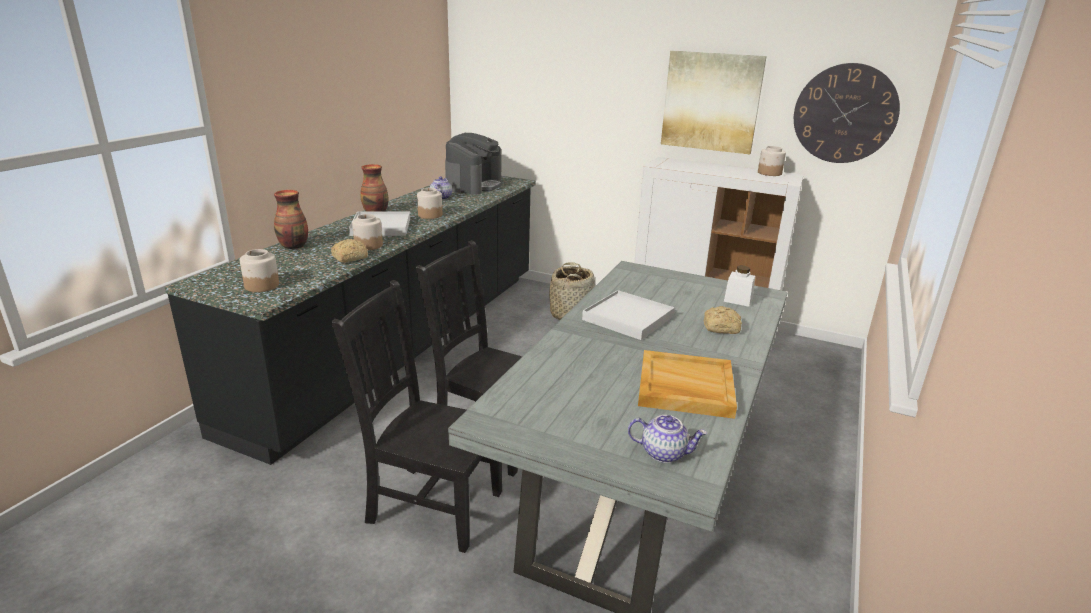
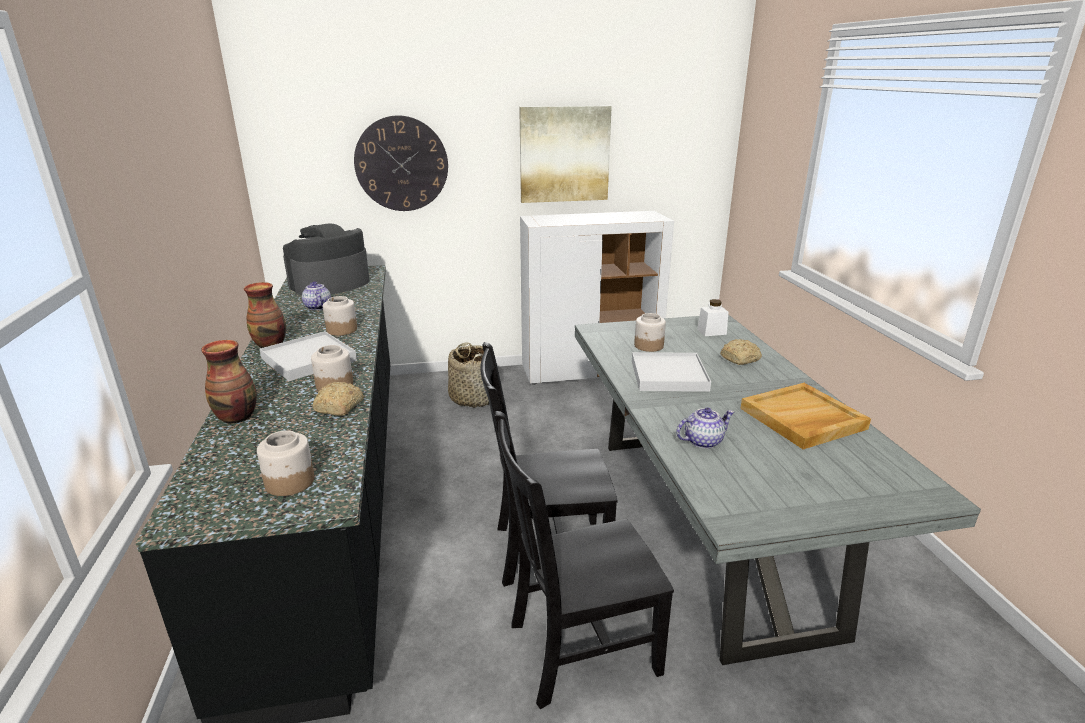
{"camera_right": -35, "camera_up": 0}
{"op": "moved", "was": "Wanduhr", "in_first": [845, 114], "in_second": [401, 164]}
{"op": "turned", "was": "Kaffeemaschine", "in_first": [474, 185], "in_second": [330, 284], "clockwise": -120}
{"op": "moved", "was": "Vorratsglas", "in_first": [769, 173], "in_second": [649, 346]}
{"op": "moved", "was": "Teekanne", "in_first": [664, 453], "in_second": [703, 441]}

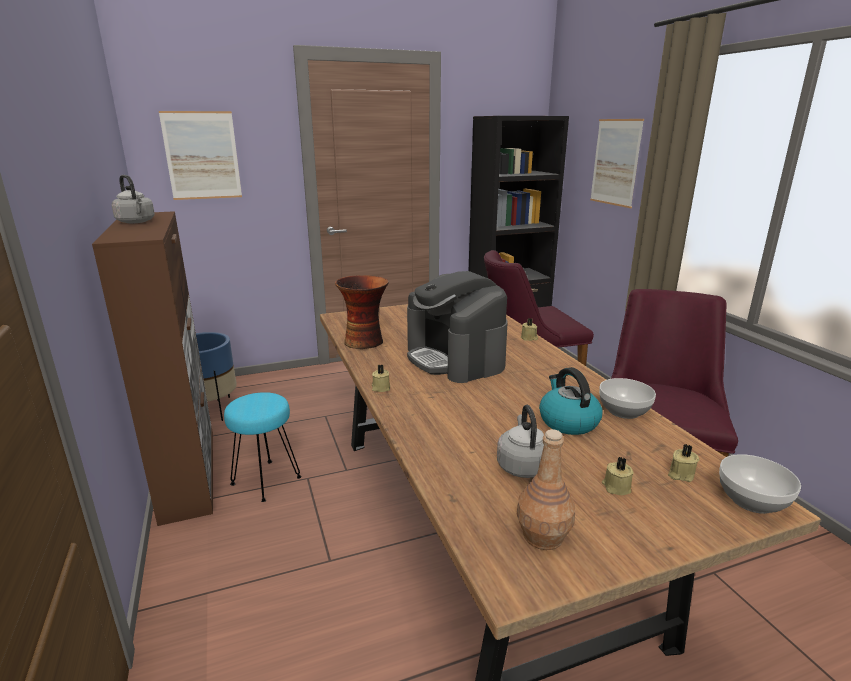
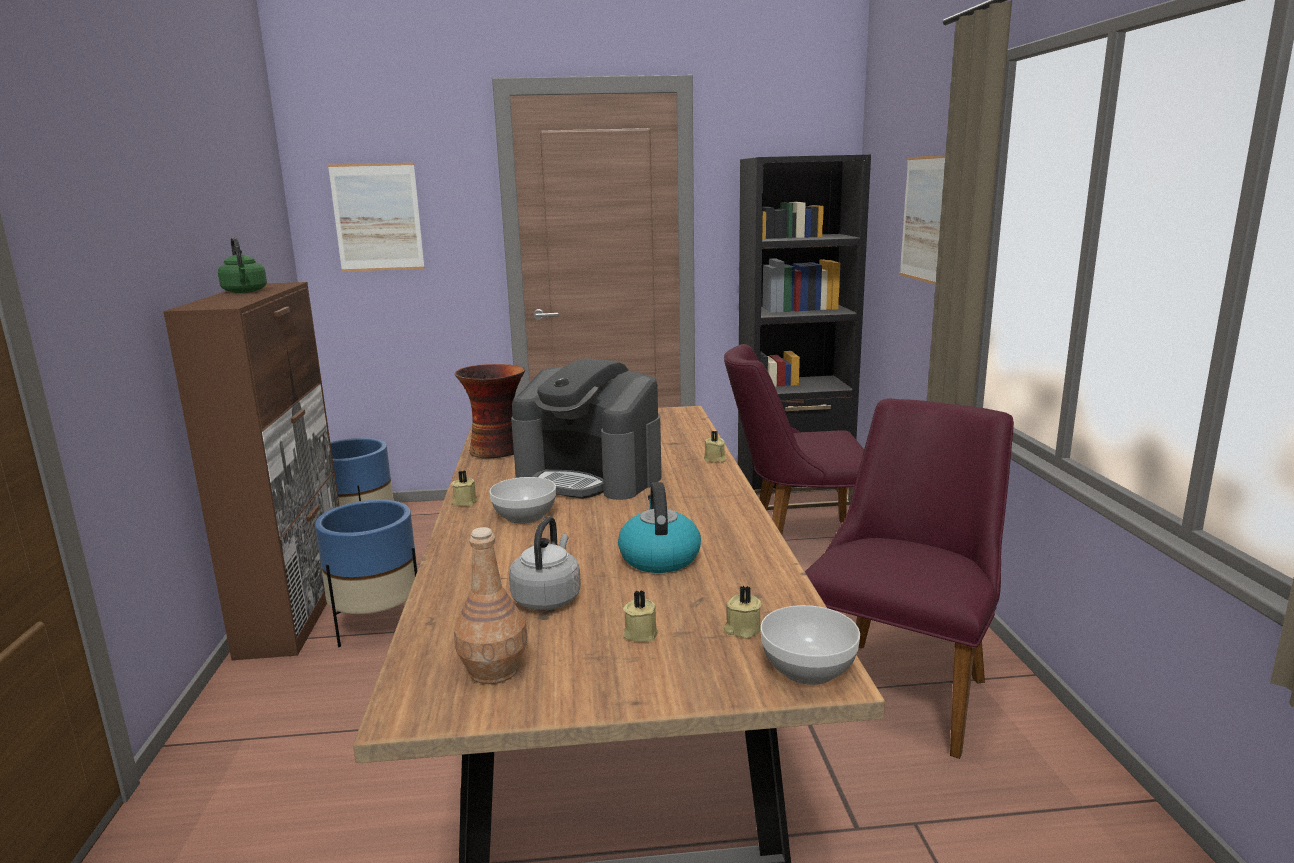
{"camera_right": 15, "camera_up": -5}
{"op": "recoloured", "was": "Wasserkessel [grau]", "now": "Wasserkessel [grün]", "in_first": [136, 222], "in_second": [245, 292]}
{"op": "turned", "was": "Kaffeemaschine", "in_first": [455, 358], "in_second": [590, 476], "clockwise": -45}
{"op": "moved", "was": "Schüssel", "in_first": [624, 411], "in_second": [525, 516]}
{"op": "replaced", "was": "Hocker [türkis]", "now": "Pflanzkübel [blau]", "in_first": [266, 480], "in_second": [378, 626]}

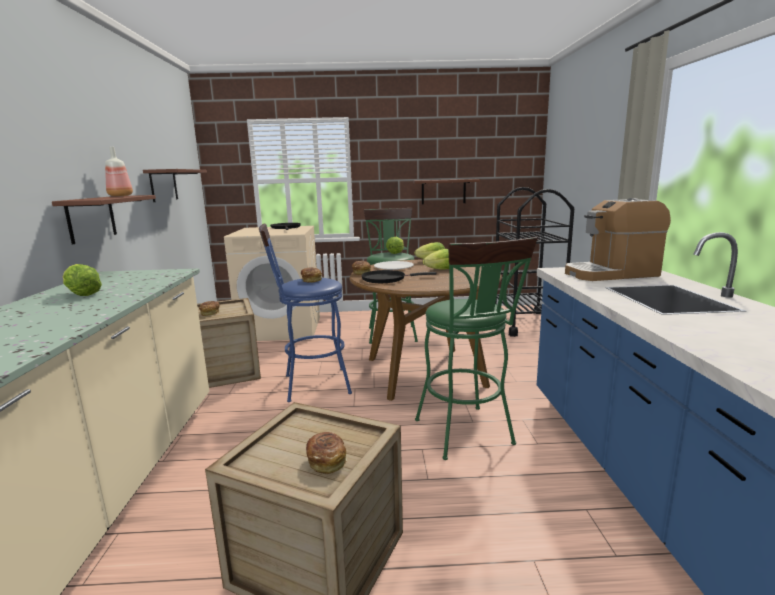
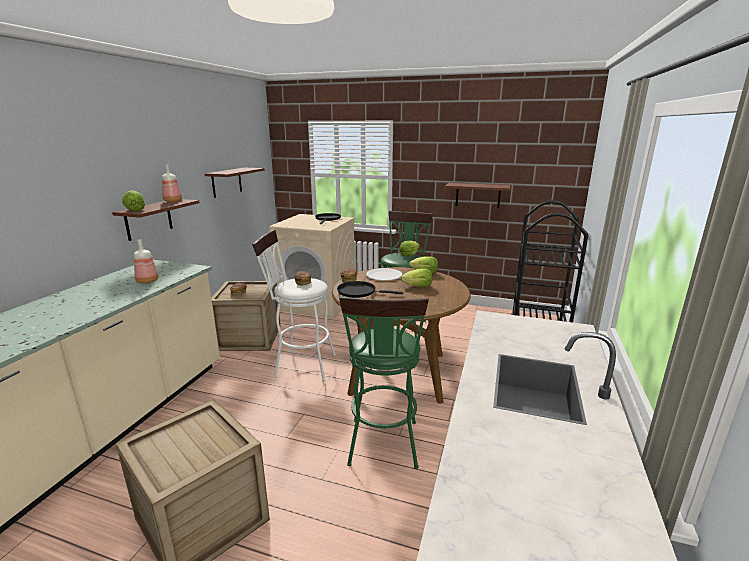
{"camera_right": 20, "camera_up": 5}
{"op": "removed", "was": "Kaffeemaschine", "in_first": [611, 274]}
{"op": "recoloured", "was": "Hocker [blau]", "now": "Hocker [weiß]", "in_first": [310, 385], "in_second": [300, 365]}
{"op": "moved", "was": "Salatkopf", "in_first": [82, 294], "in_second": [135, 210]}
{"op": "removed", "was": "Brot", "in_first": [327, 461]}
{"op": "added", "now": "Flasche", "in_second": [148, 281]}

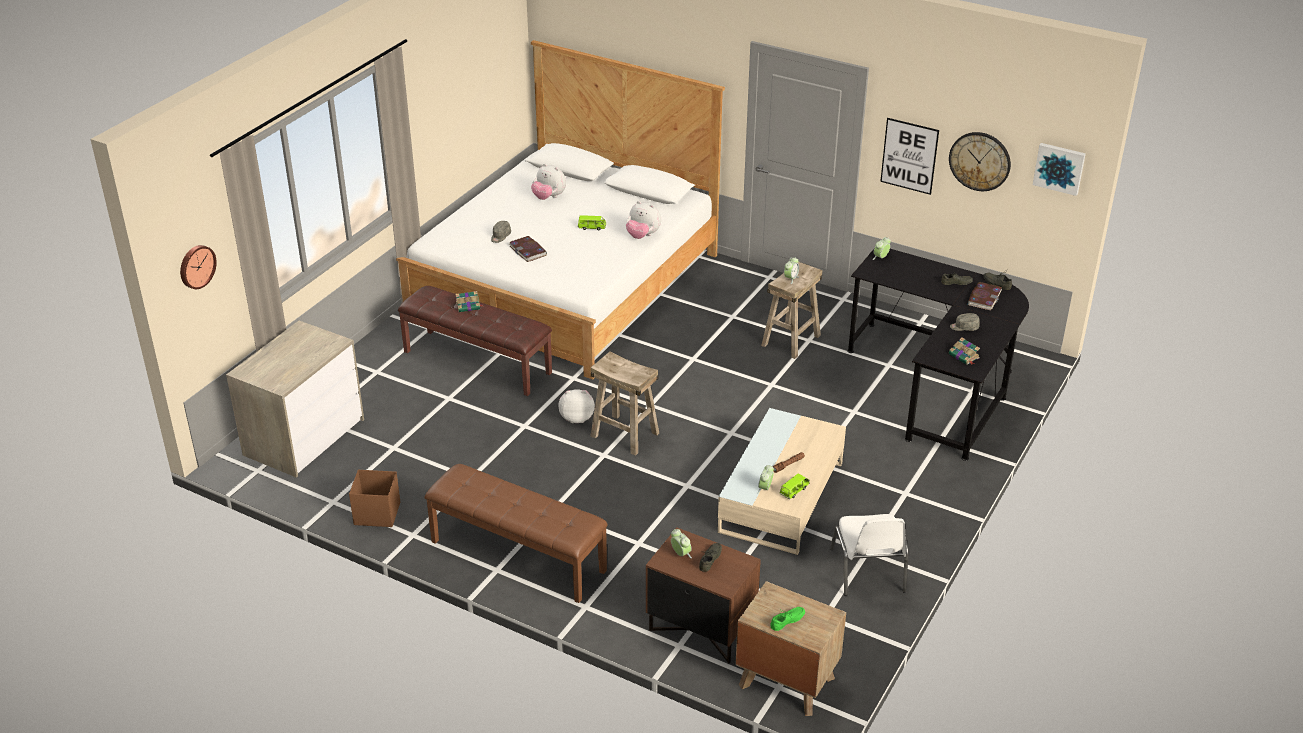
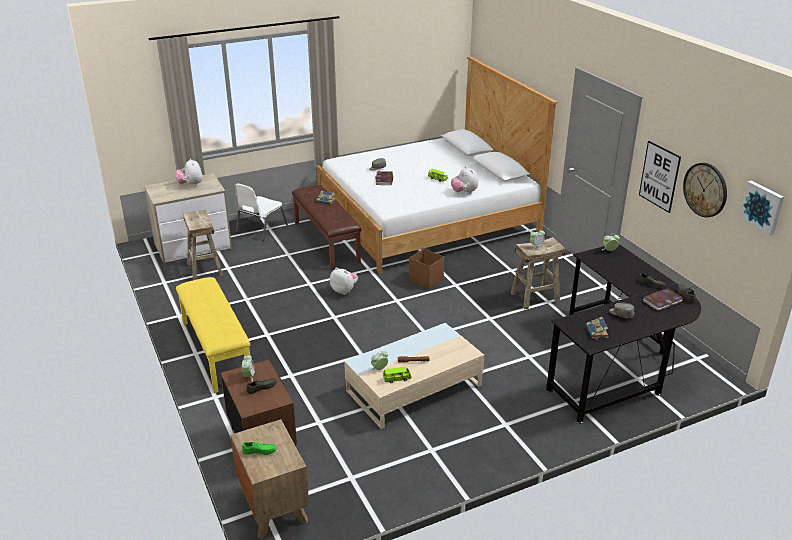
{"camera_right": 35, "camera_up": -5}
{"op": "moved", "was": "Plüschtier", "in_first": [549, 197], "in_second": [191, 185]}
{"op": "removed", "was": "Wanduhr", "in_first": [196, 266]}
{"op": "moved", "was": "Hocker [beige]", "in_first": [624, 434], "in_second": [204, 269]}
{"op": "recoloured", "was": "Bank [braun]", "now": "Bank [gelb]", "in_first": [517, 556], "in_second": [215, 351]}
{"op": "moved", "was": "Aufbewahrungsbox [braun]", "in_first": [376, 513], "in_second": [425, 280]}
{"op": "moved", "was": "Stuhl [weiß]", "in_first": [868, 571], "in_second": [260, 229]}

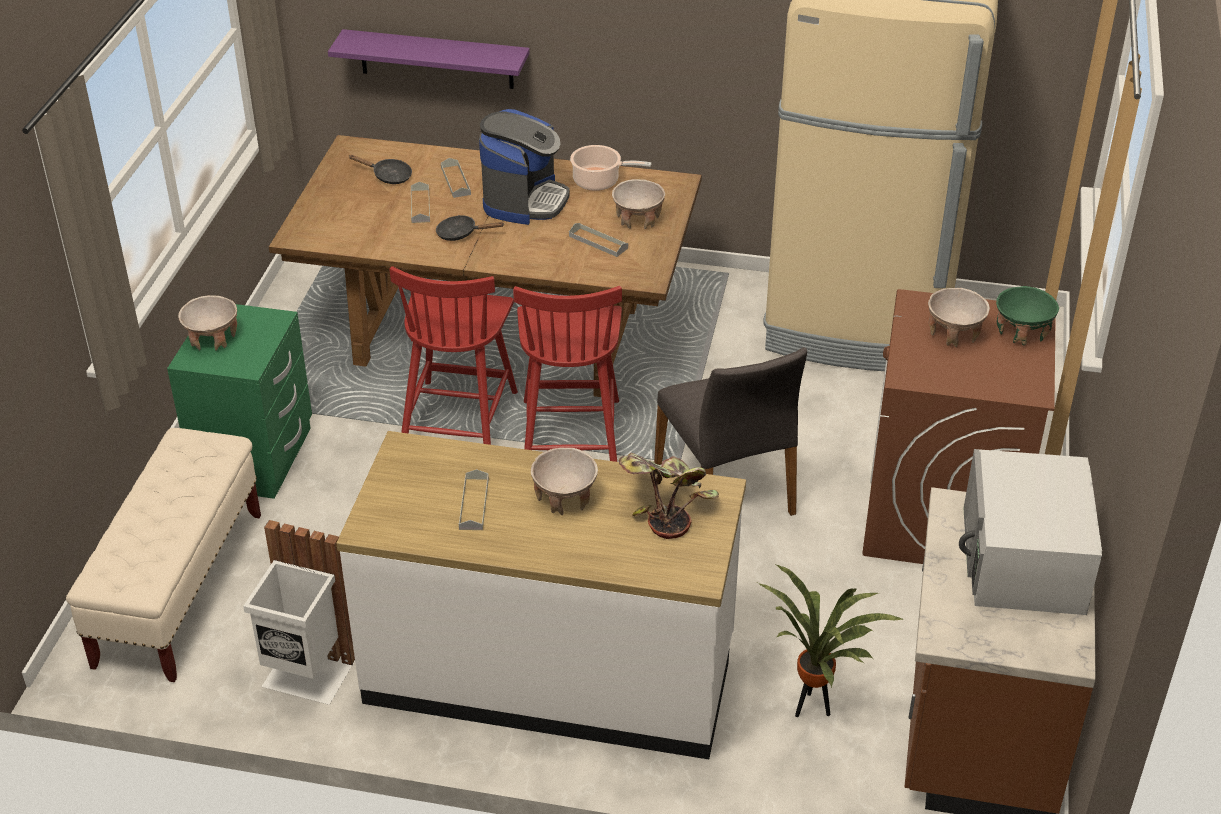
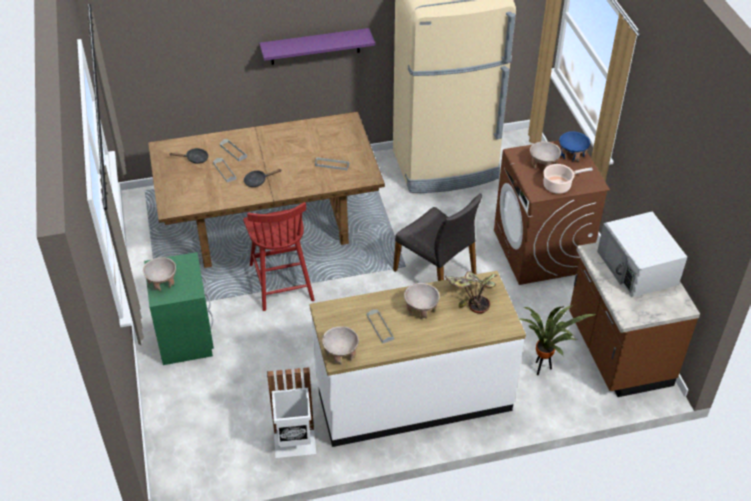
{"camera_right": -25, "camera_up": 5}
{"op": "moved", "was": "Wandregal [lila]", "in_first": [436, 59], "in_second": [315, 46]}
{"op": "removed", "was": "Kaffeemaschine", "in_first": [524, 200]}
{"op": "moved", "was": "Kochtopf", "in_first": [599, 181], "in_second": [559, 185]}
{"op": "moved", "was": "Schüssel [beige]", "in_first": [638, 219], "in_second": [341, 353]}
{"op": "removed", "was": "Stuhl [rot]", "in_first": [570, 437]}
{"op": "recoloured", "was": "Schüssel [grün]", "now": "Schüssel [blau]", "in_first": [1022, 332], "in_second": [572, 154]}
{"op": "removed", "was": "Bank [beige]", "in_first": [180, 588]}

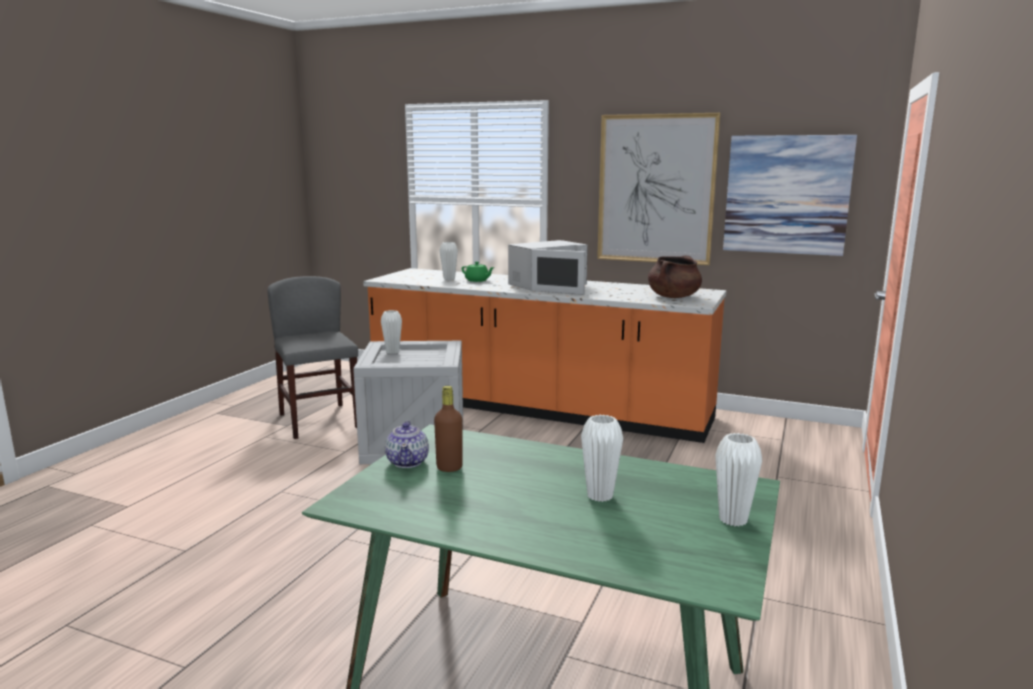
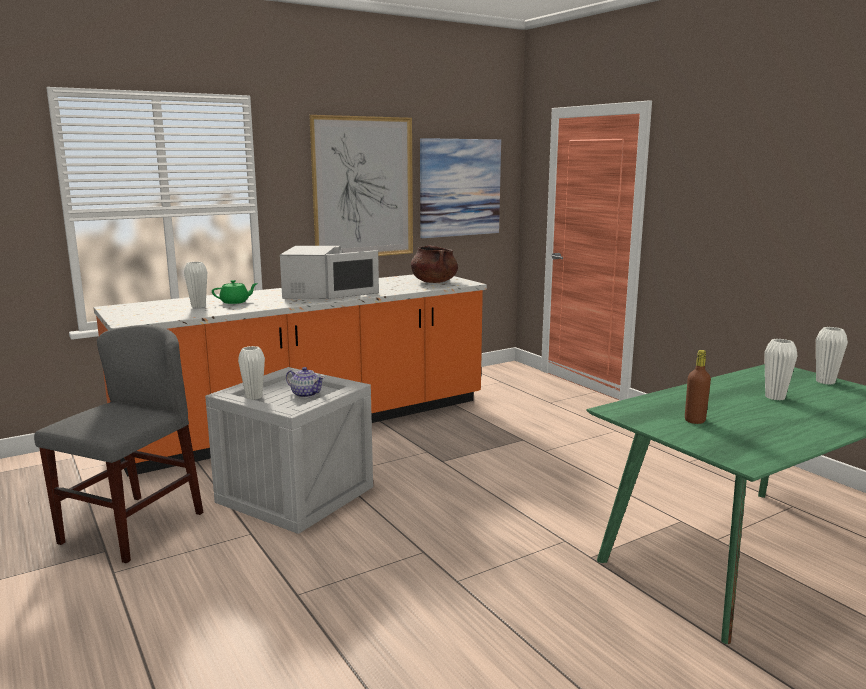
{"camera_right": -55, "camera_up": 0}
{"op": "turned", "was": "Stuhl [grau]", "in_first": [319, 421], "in_second": [132, 528], "clockwise": 105}
{"op": "moved", "was": "Teekanne", "in_first": [408, 462], "in_second": [305, 394]}

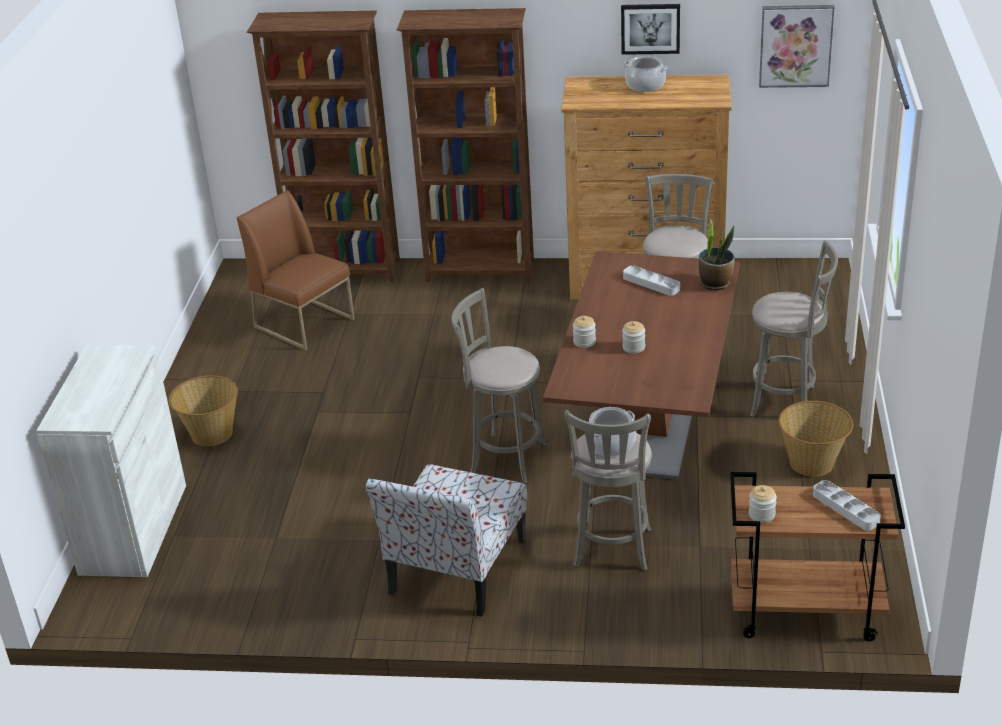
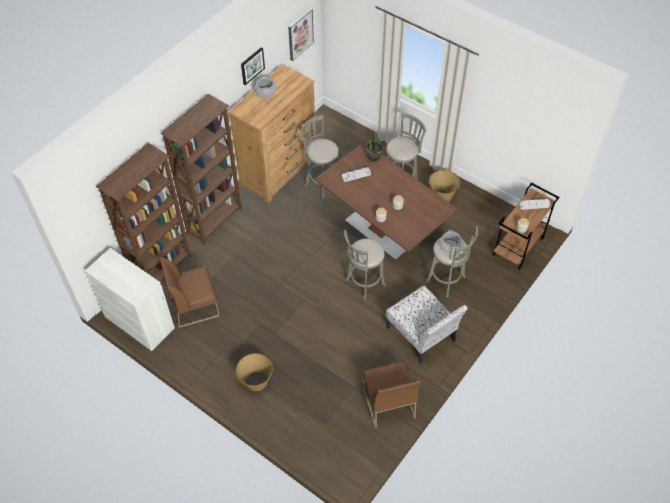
{"camera_right": -60, "camera_up": 20}
{"op": "moved", "was": "Schrank [weiß]", "in_first": [133, 529], "in_second": [139, 322]}
{"op": "added", "now": "Stuhl [braun]", "in_second": [388, 402]}

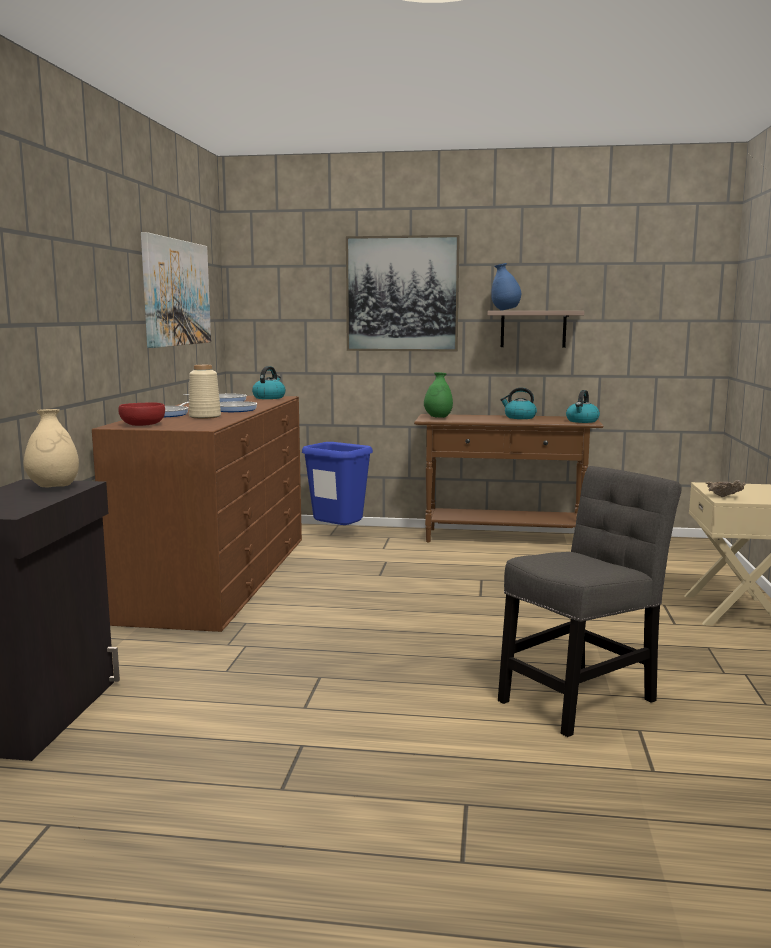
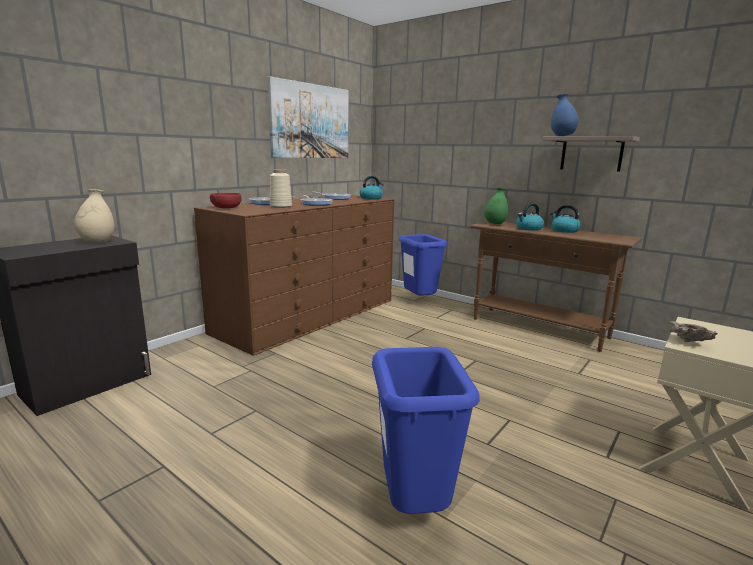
{"camera_right": 30, "camera_up": 5}
{"op": "removed", "was": "Bild", "in_first": [402, 294]}
{"op": "moved", "was": "Wasserkessel", "in_first": [582, 421], "in_second": [528, 229]}
{"op": "replaced", "was": "Stuhl [grau]", "now": "Mülleimer [blau]", "in_first": [581, 697], "in_second": [414, 509]}

